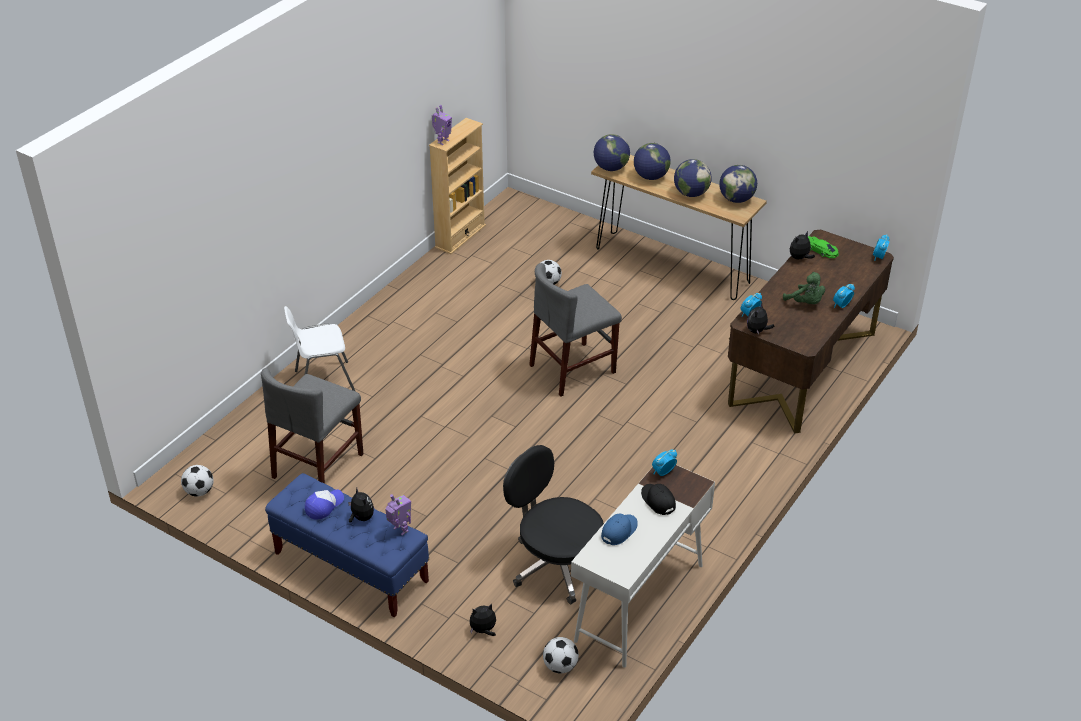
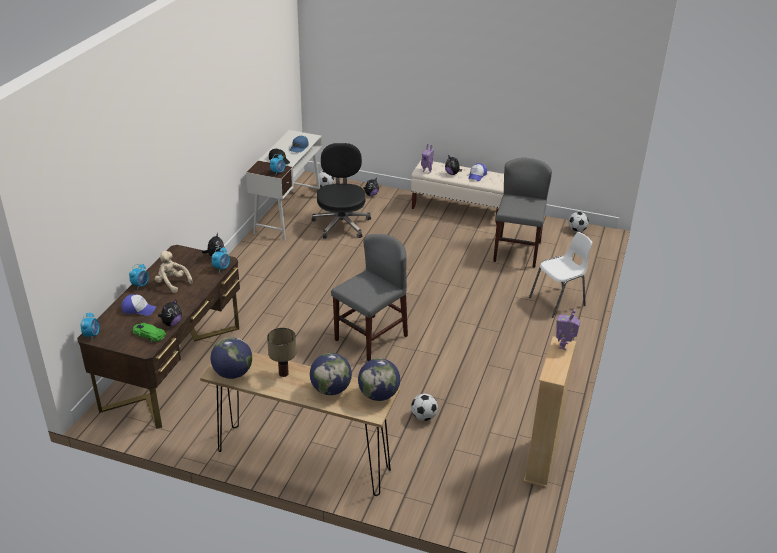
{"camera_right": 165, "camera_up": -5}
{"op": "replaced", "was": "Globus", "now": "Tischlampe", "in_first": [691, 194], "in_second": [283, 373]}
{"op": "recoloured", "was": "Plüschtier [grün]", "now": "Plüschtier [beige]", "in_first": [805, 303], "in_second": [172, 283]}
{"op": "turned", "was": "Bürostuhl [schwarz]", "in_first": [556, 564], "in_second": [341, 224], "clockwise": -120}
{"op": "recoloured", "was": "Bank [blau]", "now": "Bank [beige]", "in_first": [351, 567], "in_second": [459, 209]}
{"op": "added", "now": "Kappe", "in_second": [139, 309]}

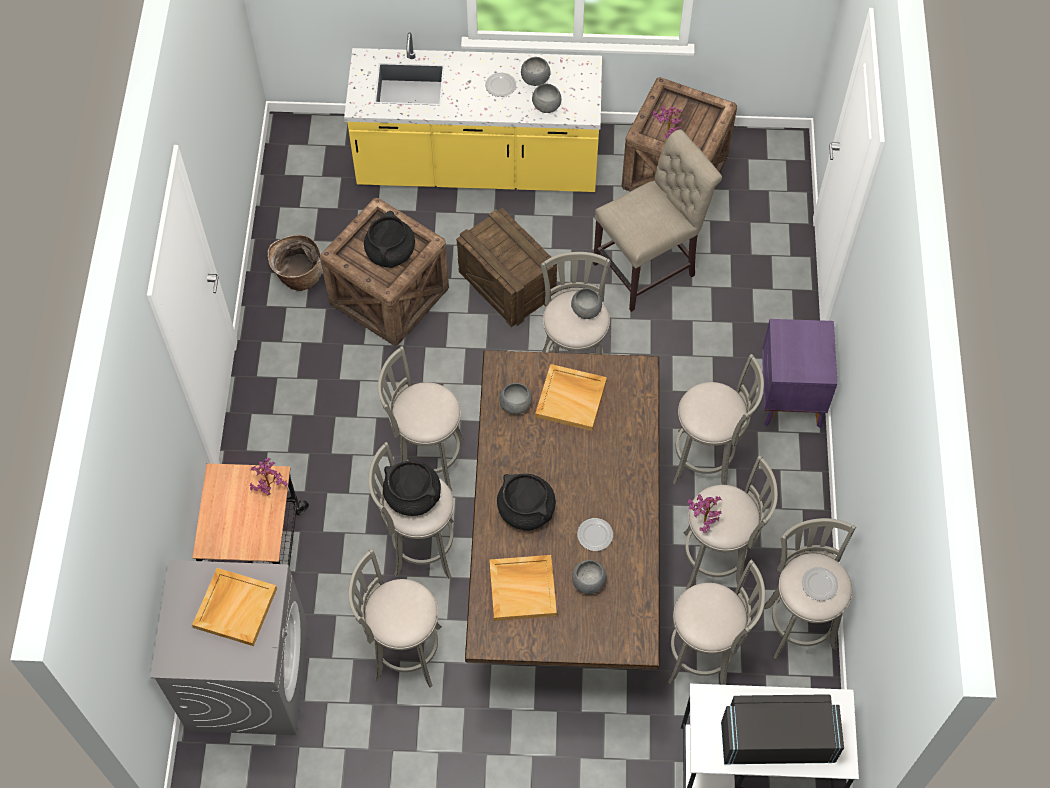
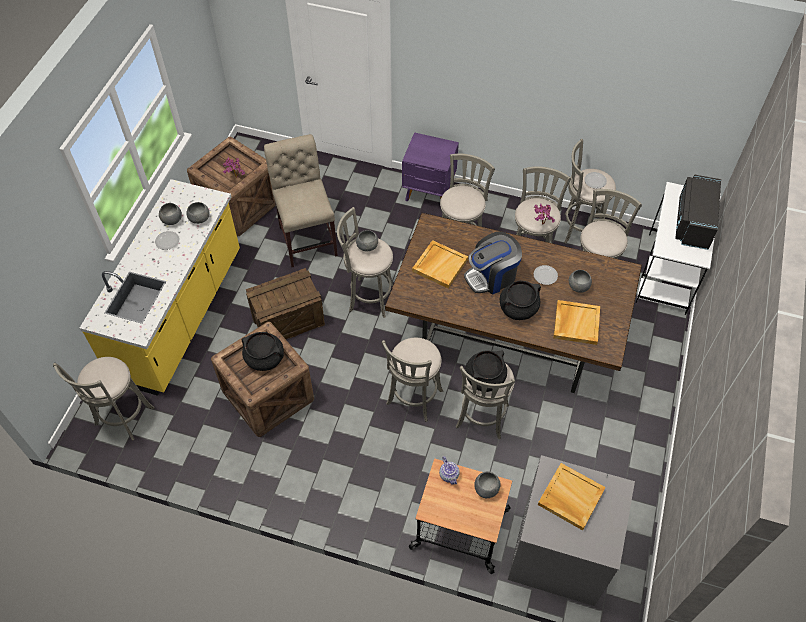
{"camera_right": -75, "camera_up": -5}
{"op": "removed", "was": "Korb", "in_first": [298, 276]}
{"op": "moved", "was": "Schüssel [grau]", "in_first": [515, 406], "in_second": [486, 489]}
{"op": "replaced", "was": "Topfpflanze", "now": "Teekanne", "in_first": [270, 488], "in_second": [449, 475]}
{"op": "moved", "was": "Hocker [grau]", "in_first": [403, 651], "in_second": [122, 419]}
{"op": "added", "now": "Kaffeemaschine", "in_second": [491, 276]}

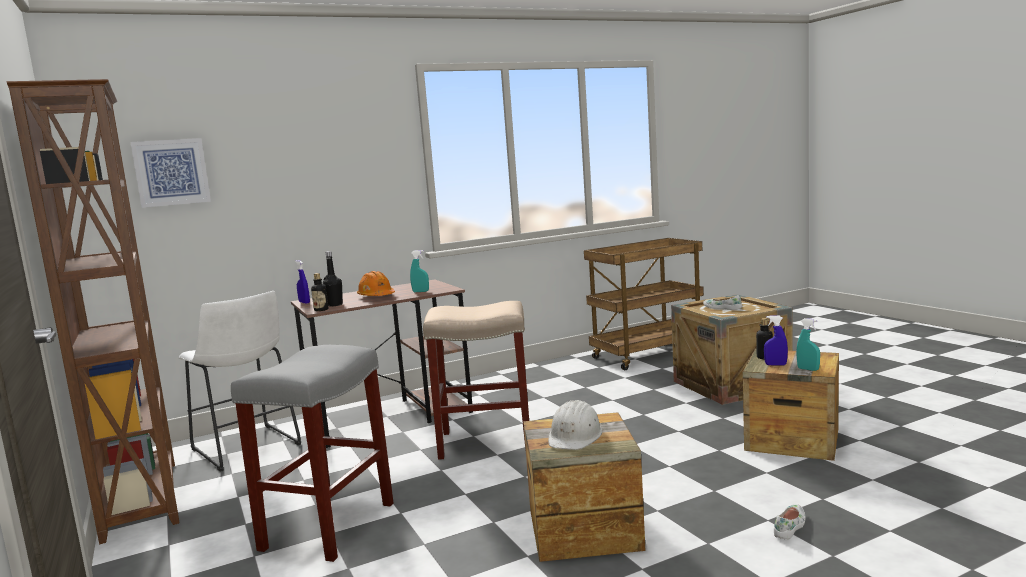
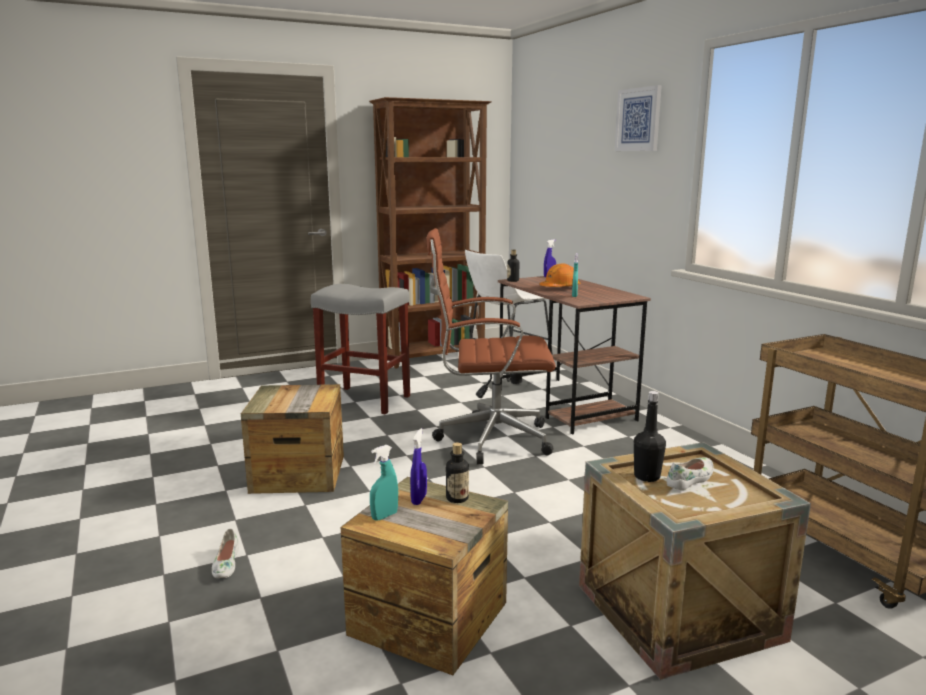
{"camera_right": 90, "camera_up": 5}
{"op": "moved", "was": "Bild", "in_first": [171, 172], "in_second": [638, 119]}
{"op": "moved", "was": "Flasche [schwarz]", "in_first": [335, 305], "in_second": [647, 476]}
{"op": "replaced", "was": "Hocker [beige]", "now": "Bürostuhl [braun]", "in_first": [484, 442], "in_second": [488, 440]}
{"op": "removed", "was": "Schutzhelm [weiß]", "in_first": [575, 436]}
{"op": "turned", "was": "Schuh [weiß]", "in_first": [790, 526], "in_second": [225, 564], "clockwise": 45}

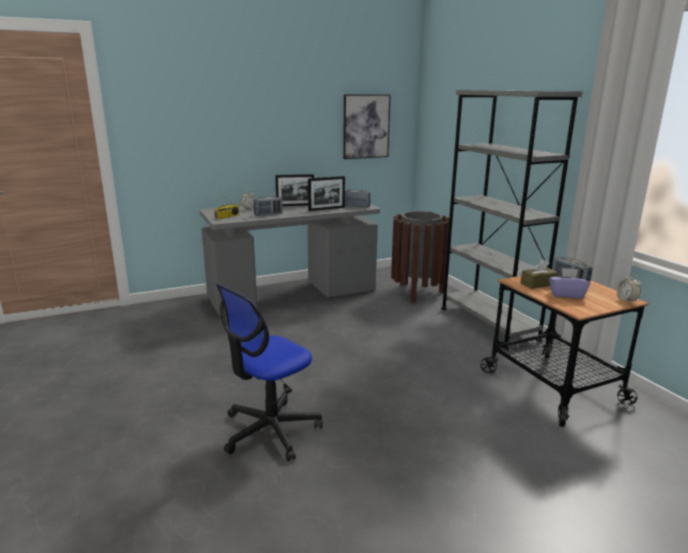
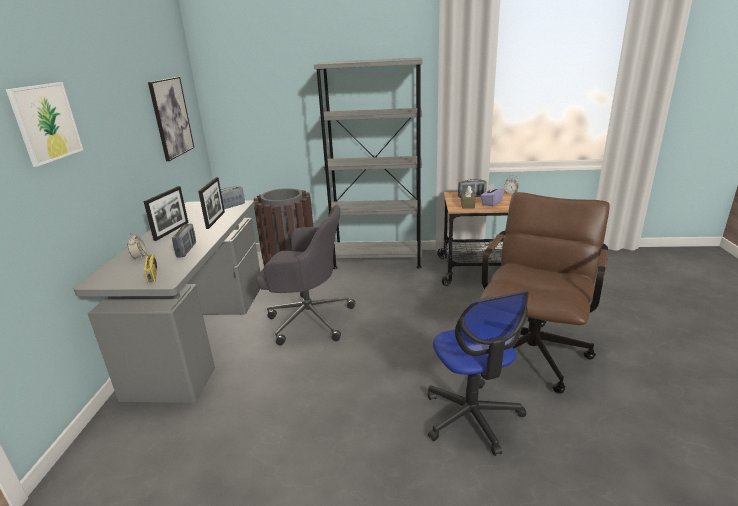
{"camera_right": -60, "camera_up": 5}
{"op": "added", "now": "Bild", "in_second": [46, 122]}
{"op": "added", "now": "Bürostuhl [braun]", "in_second": [533, 348]}
{"op": "added", "now": "Bürostuhl [grau]", "in_second": [308, 319]}

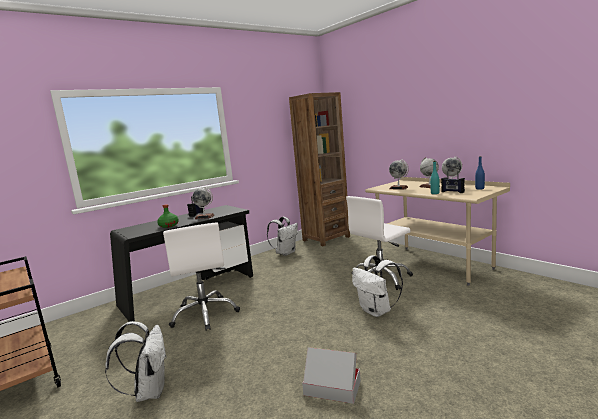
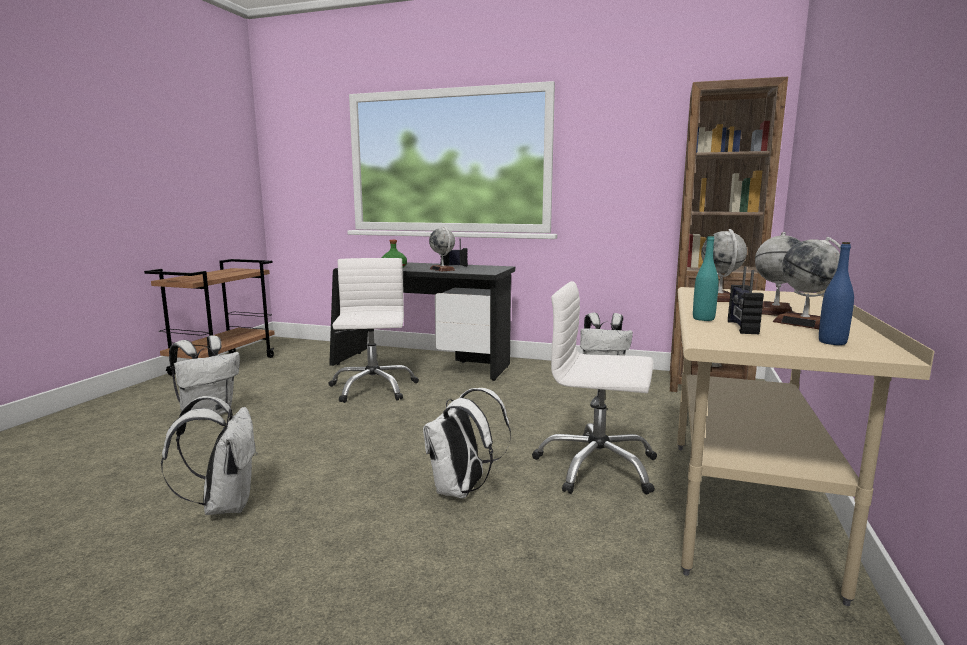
{"camera_right": 55, "camera_up": 0}
{"op": "turned", "was": "Bürostuhl [weiß]", "in_first": [205, 314], "in_second": [372, 388], "clockwise": 135}
{"op": "replaced", "was": "Karton", "now": "Rucksack [weiß]", "in_first": [332, 388], "in_second": [225, 505]}

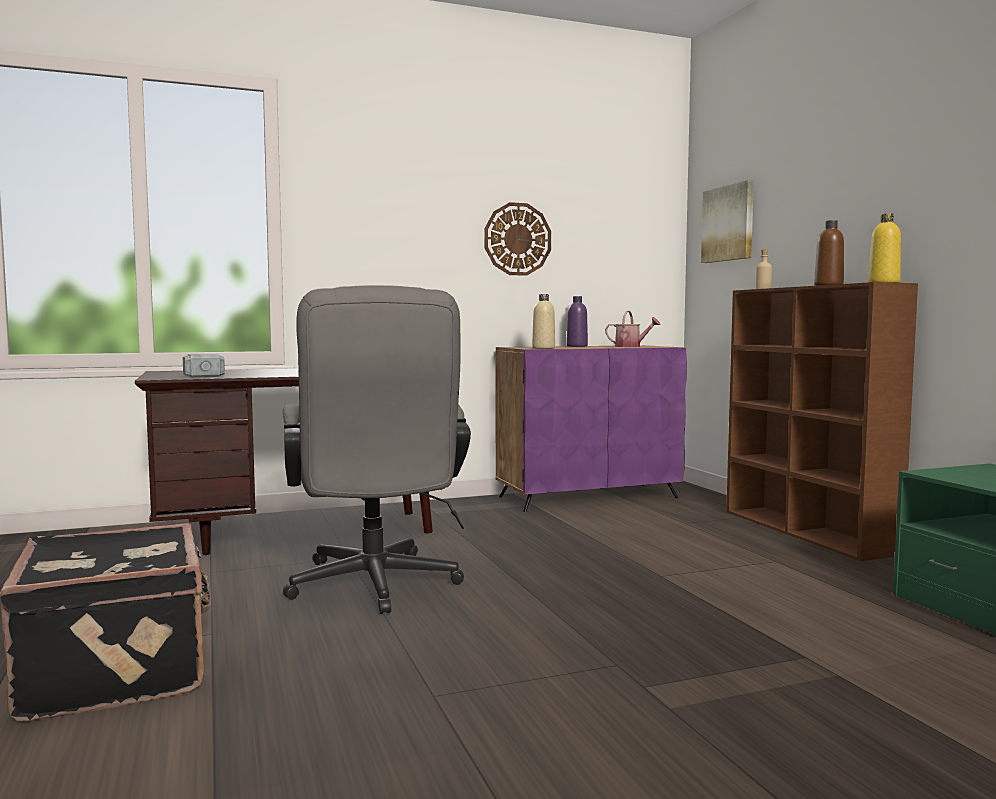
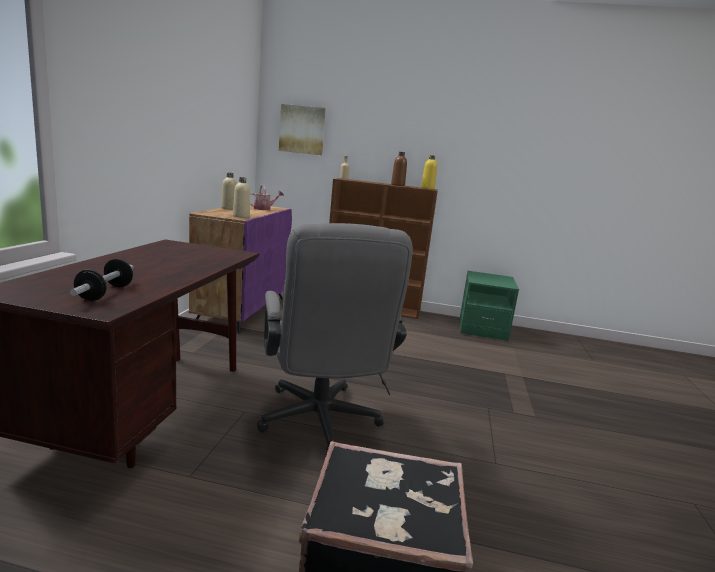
{"camera_right": -60, "camera_up": 10}
{"op": "removed", "was": "Wanduhr", "in_first": [517, 239]}
{"op": "turned", "was": "Bürostuhl [grau]", "in_first": [374, 588], "in_second": [320, 424], "clockwise": 60}
{"op": "recoloured", "was": "Flasche [lila]", "now": "Flasche [beige]", "in_first": [577, 346], "in_second": [229, 208]}
{"op": "replaced", "was": "Hammer", "now": "Hantel", "in_first": [201, 375], "in_second": [105, 293]}

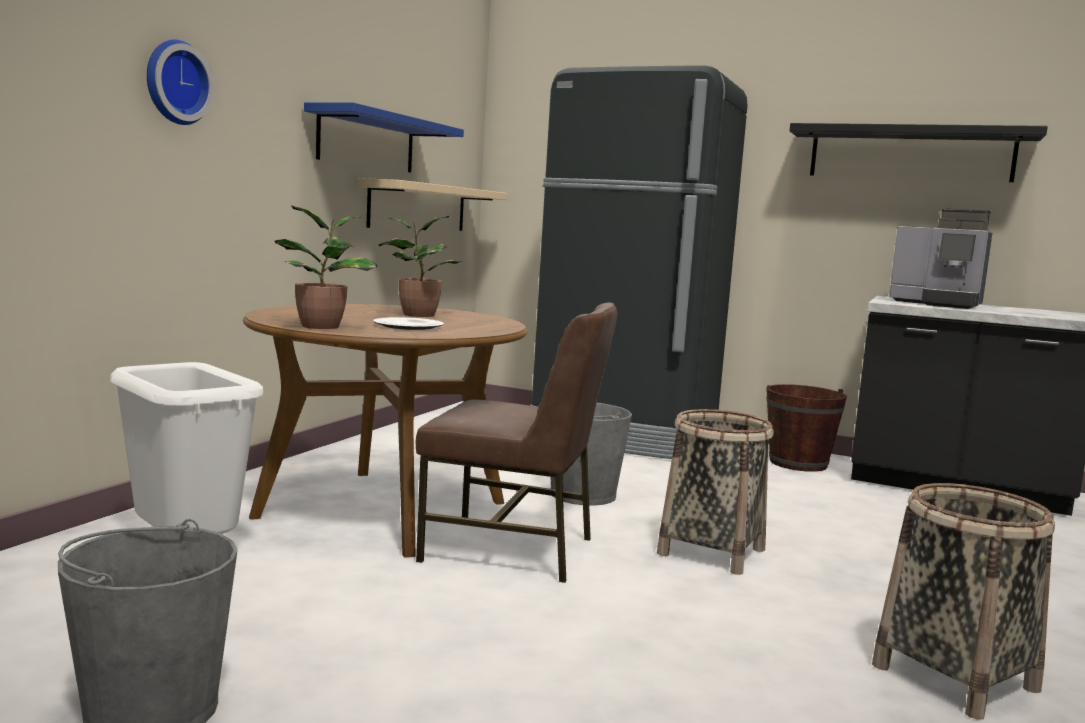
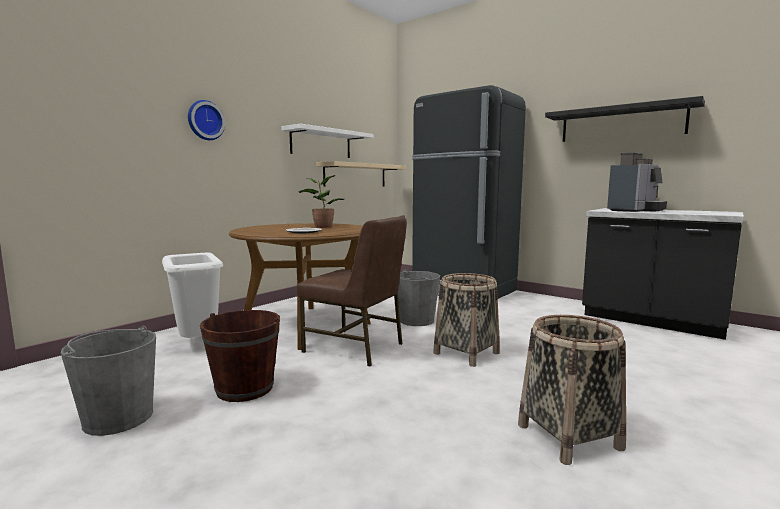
{"camera_right": 15, "camera_up": 0}
{"op": "recoloured", "was": "Wandregal [blau]", "now": "Wandregal [weiß]", "in_first": [367, 141], "in_second": [321, 143]}
{"op": "removed", "was": "Topfpflanze", "in_first": [323, 326]}
{"op": "turned", "was": "Kaffeemaschine", "in_first": [939, 304], "in_second": [635, 210], "clockwise": -90}
{"op": "moved", "was": "Eimer [braun]", "in_first": [798, 463], "in_second": [245, 388]}

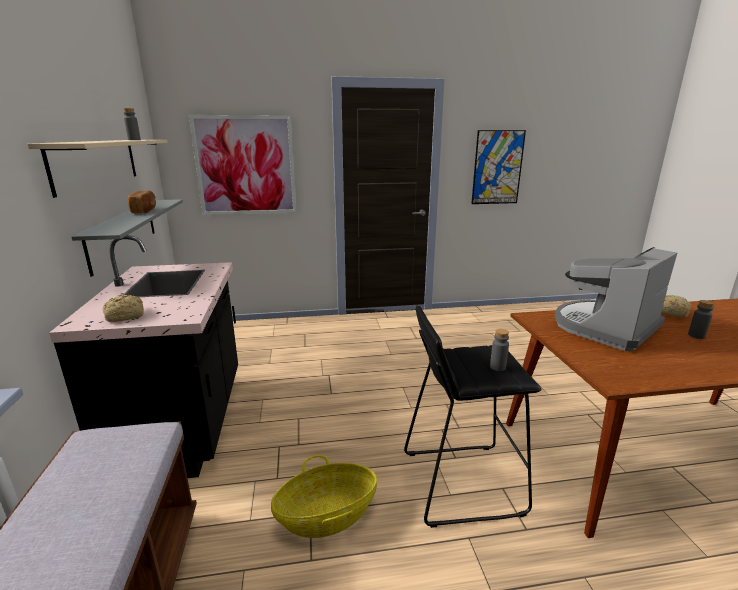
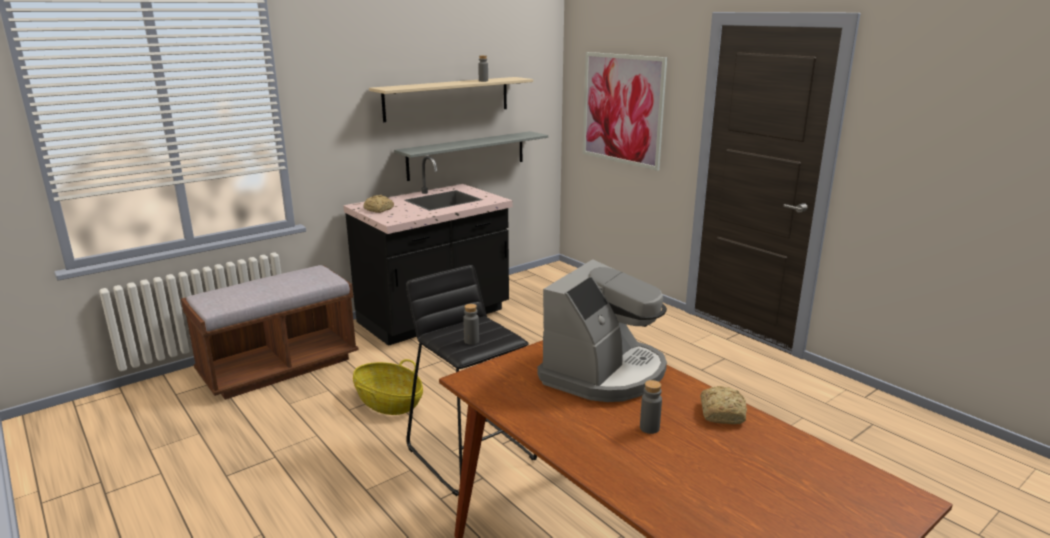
{"camera_right": 60, "camera_up": 0}
{"op": "removed", "was": "Bild", "in_first": [497, 167]}
{"op": "removed", "was": "Brot", "in_first": [145, 210]}
{"op": "turned", "was": "Kaffeemaschine", "in_first": [605, 327], "in_second": [604, 373], "clockwise": 105}

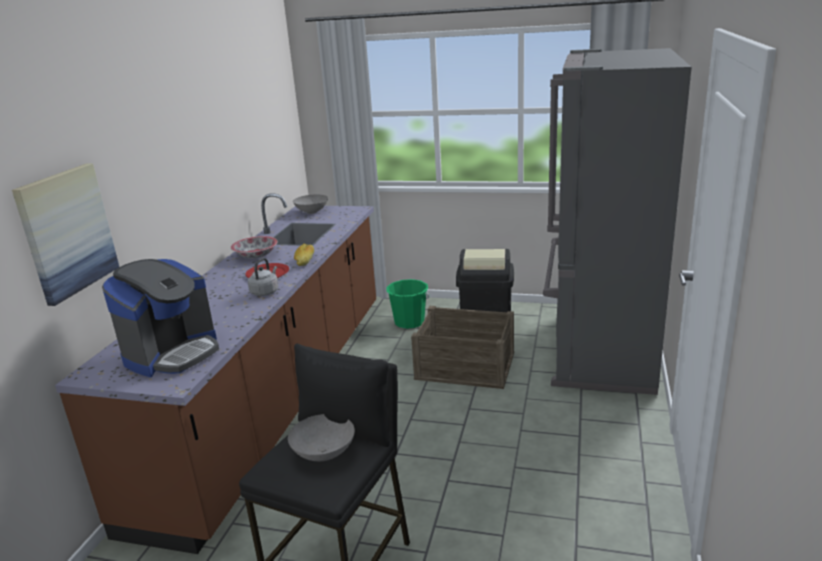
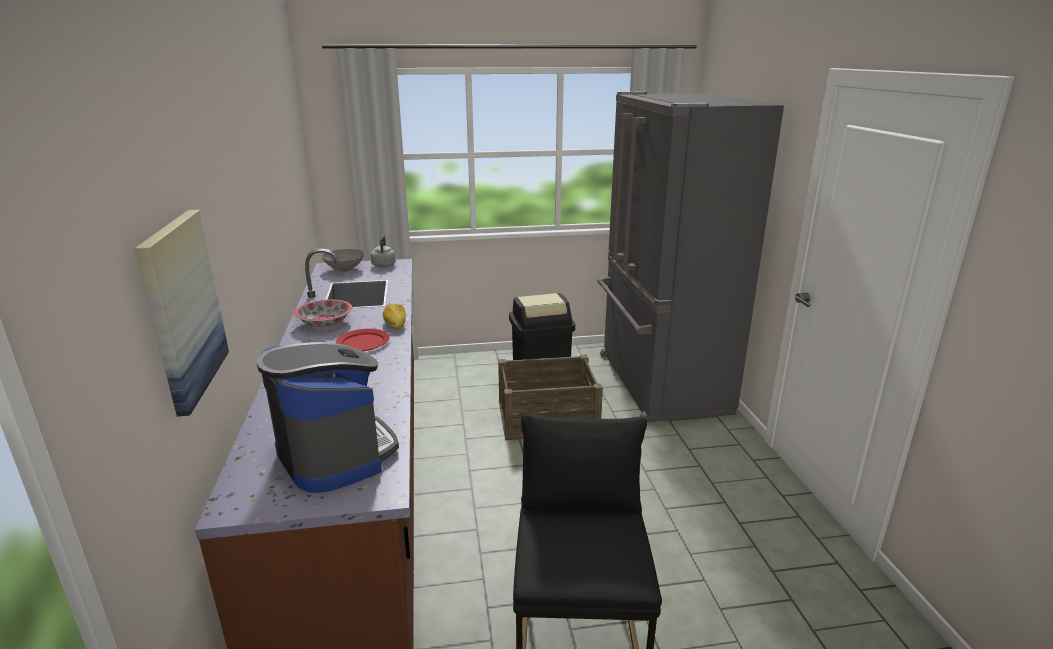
{"camera_right": -25, "camera_up": 0}
{"op": "moved", "was": "Wasserkessel [grau]", "in_first": [265, 292], "in_second": [384, 265]}
{"op": "turned", "was": "Kaffeemaschine", "in_first": [172, 353], "in_second": [335, 454], "clockwise": -45}
{"op": "removed", "was": "Eimer [grün]", "in_first": [409, 322]}
{"op": "removed", "was": "Schüssel [grau]", "in_first": [325, 454]}

